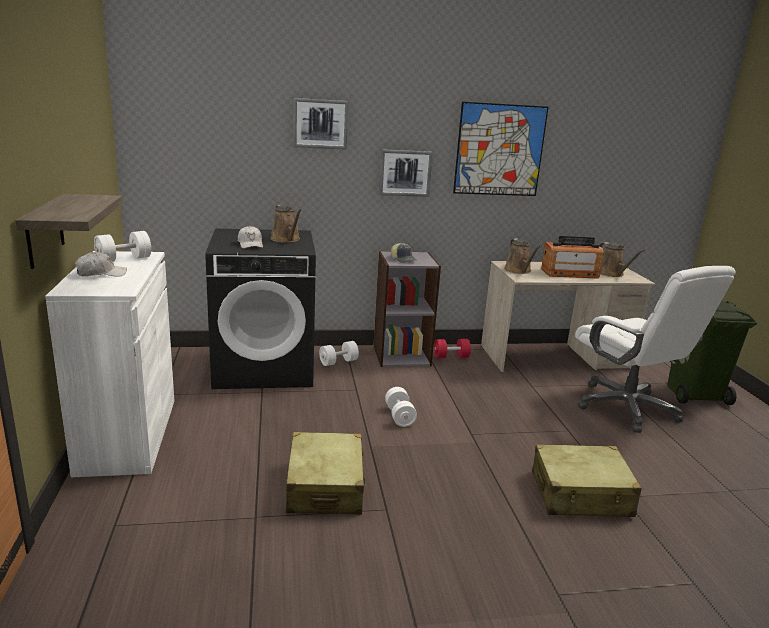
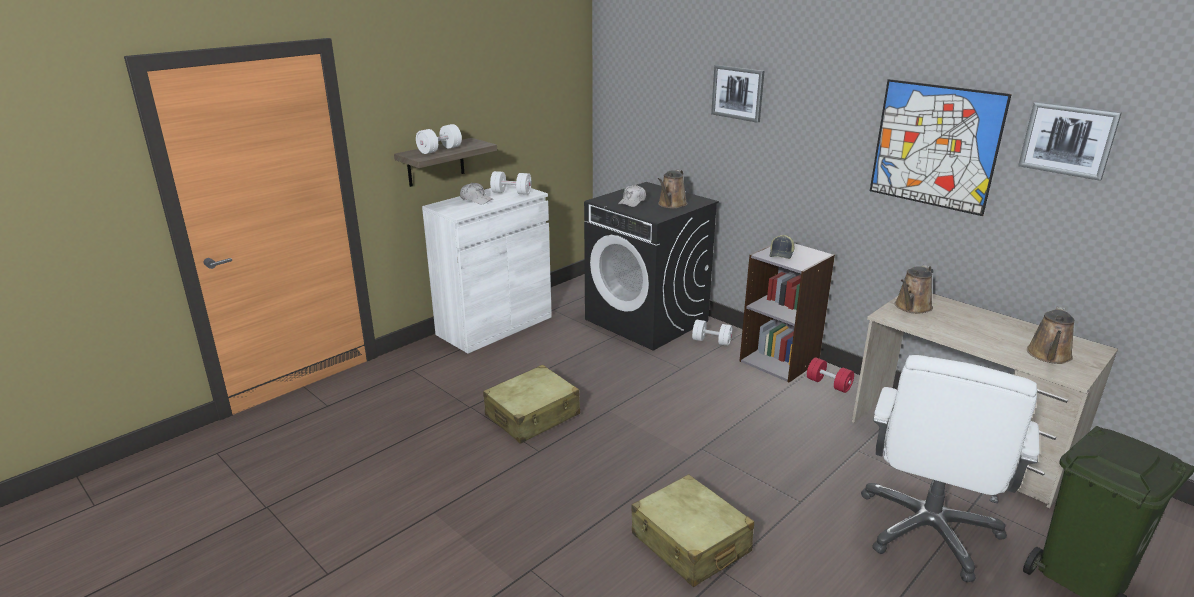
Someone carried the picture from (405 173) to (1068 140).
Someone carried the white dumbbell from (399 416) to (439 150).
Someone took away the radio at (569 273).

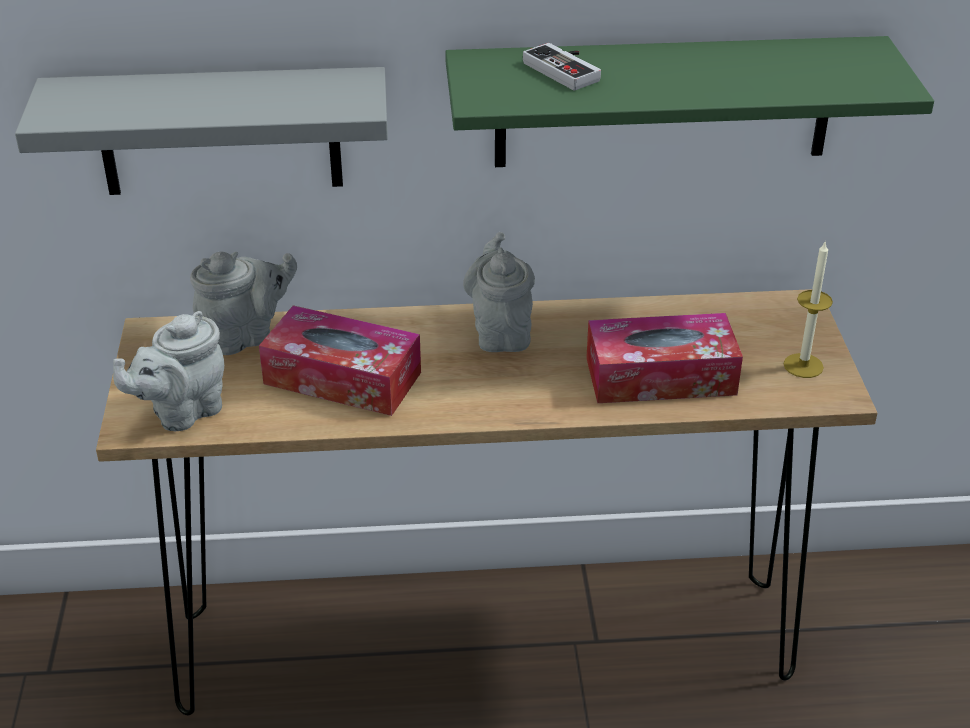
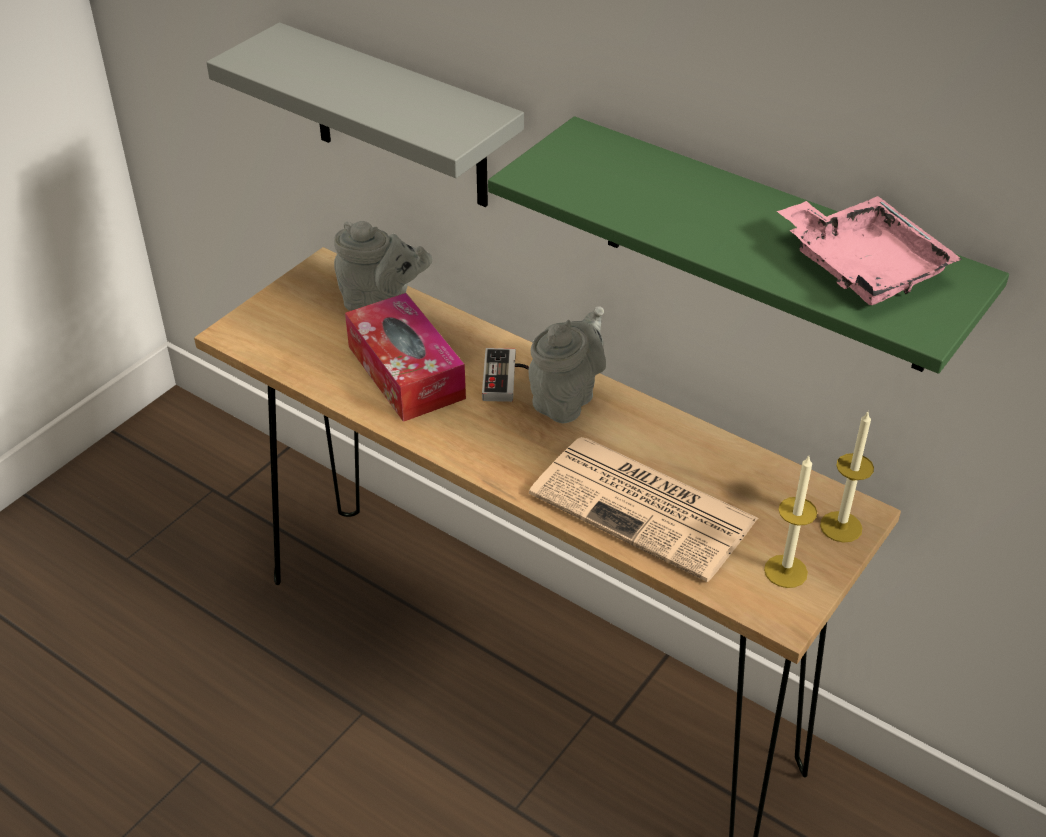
Someone took away the grey teapot at (182 412).
Someone carried the game controller from (567 69) to (506 378).
Someone swapped the tissue box at (660 376) for the newspaper at (646 508).
Someone put down the pink tray at (862 266).
Someone put down the candle at (841 527).

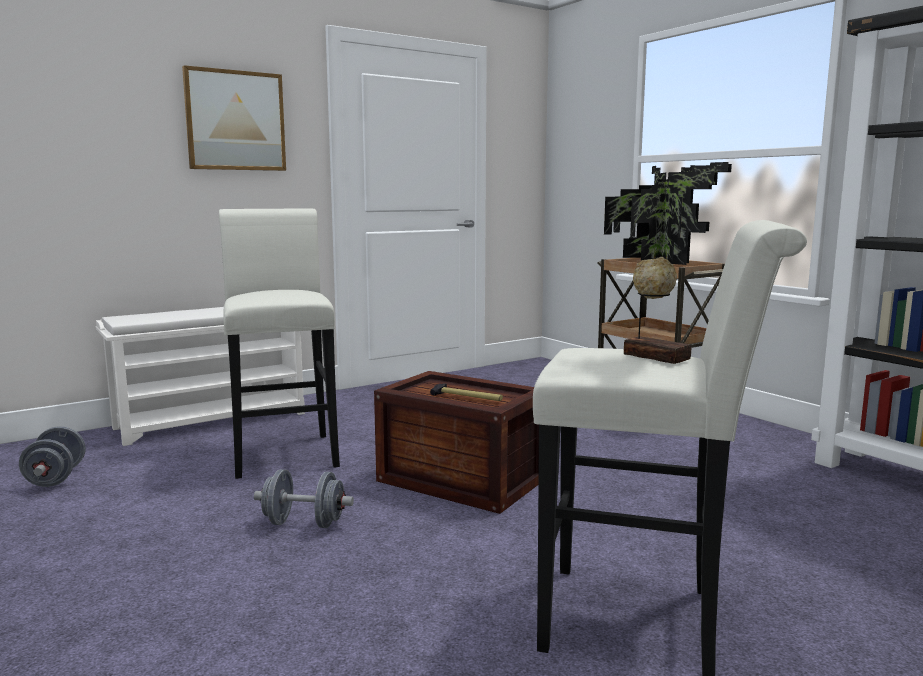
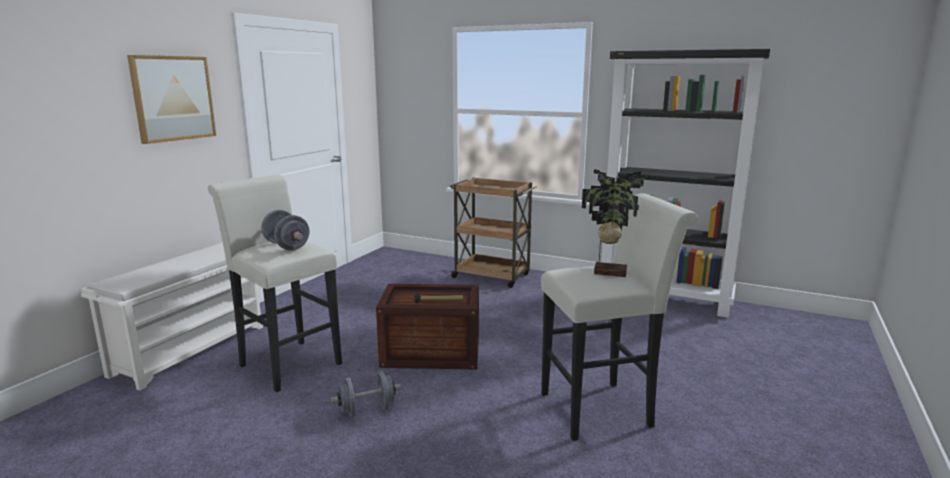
Someone carried the grey dumbbell from (56 478) to (287 246).

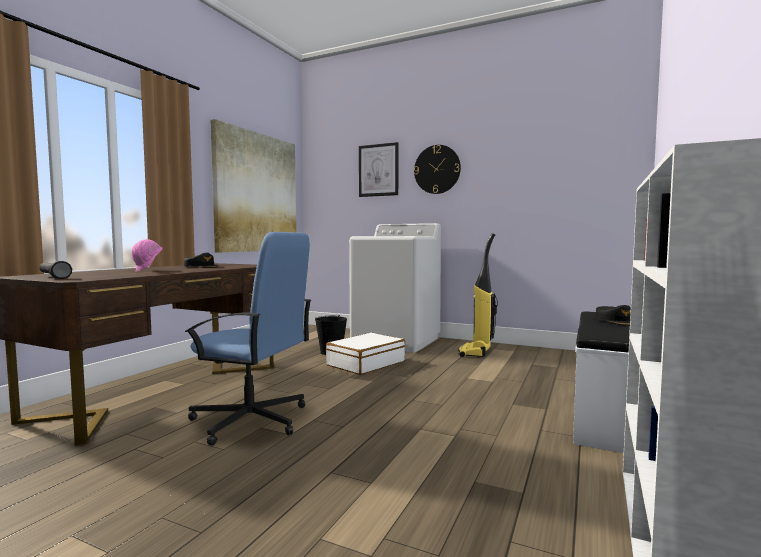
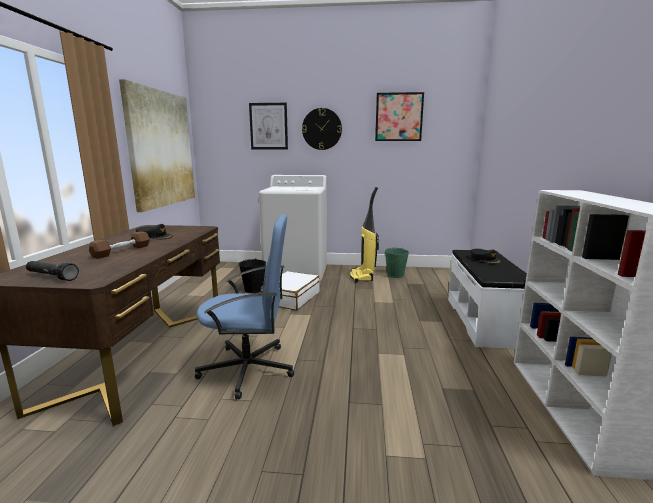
Someone swapped the pink hard hat at (149 271) for the brown dumbbell at (122 251).
Someone put up the picture at (398 117).
Someone put down the green bucket at (395 275).

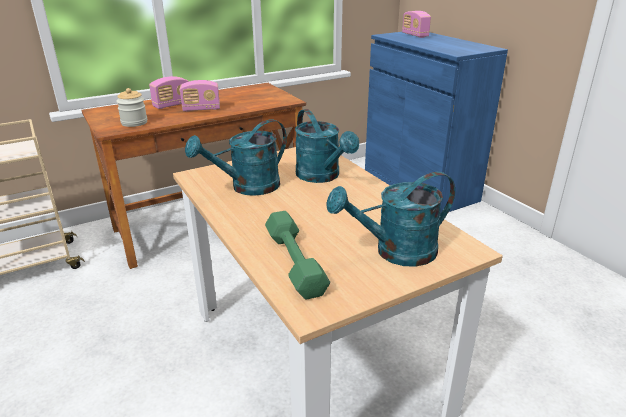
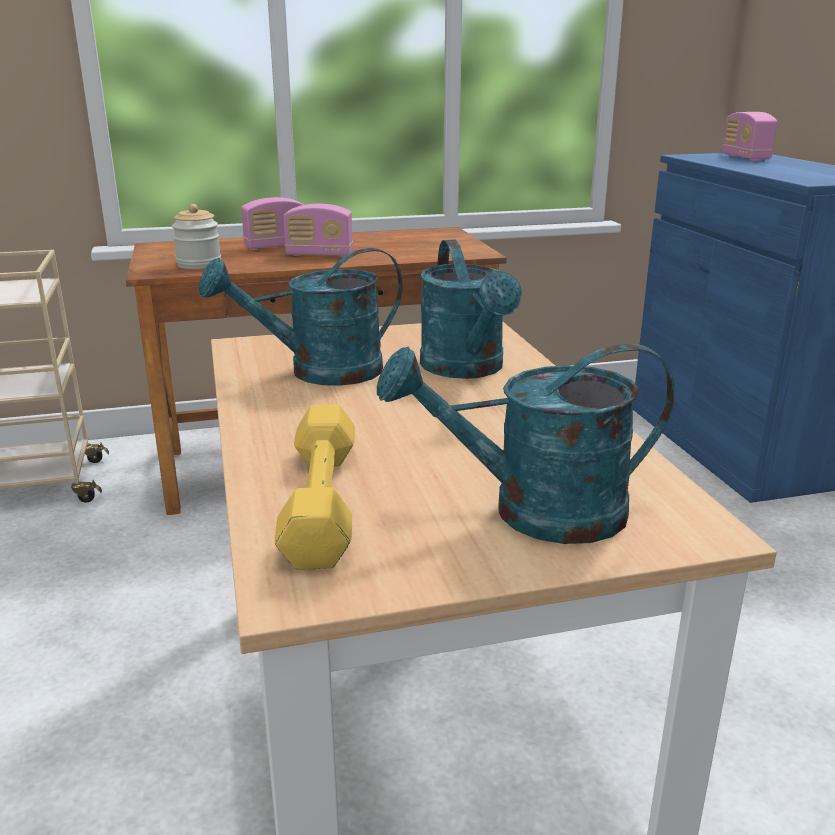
Someone repainted the green dumbbell at (294 262), which became the yellow dumbbell at (320 500).

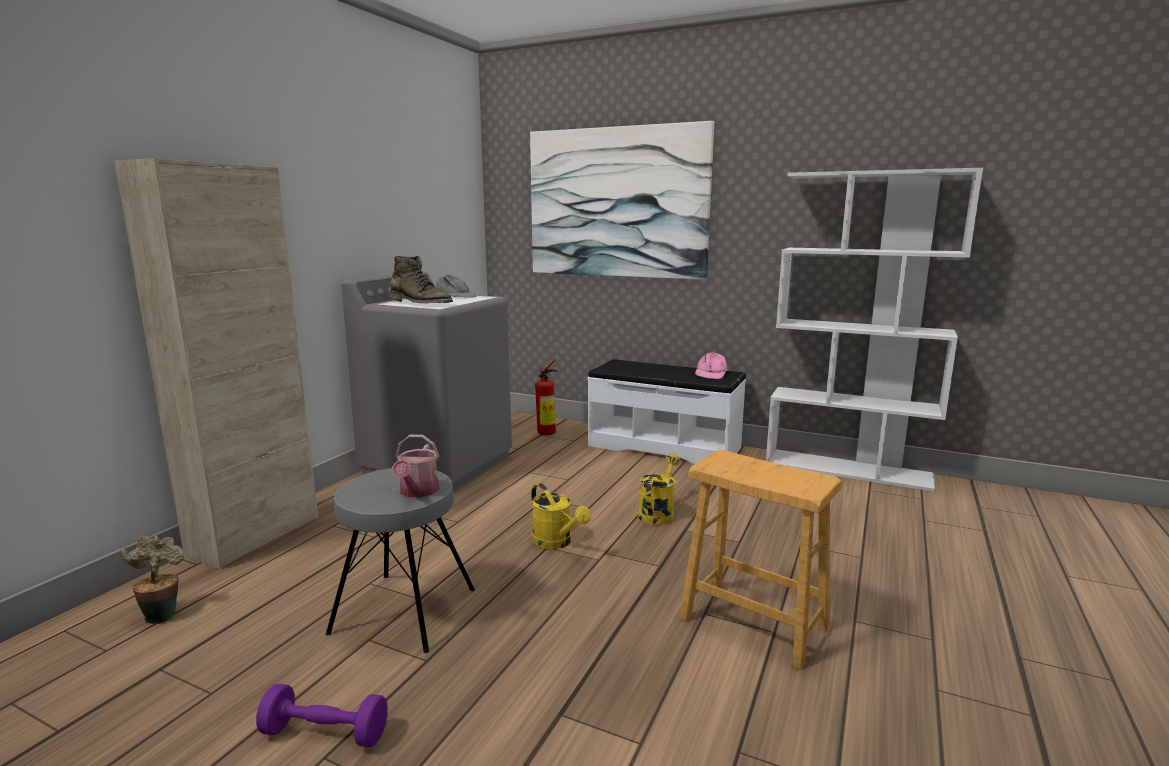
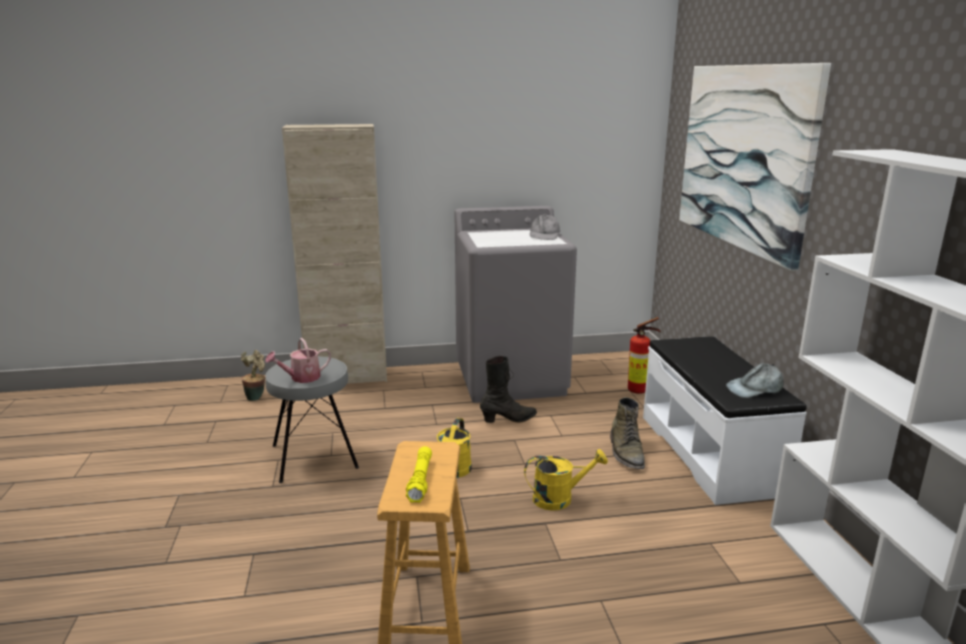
Someone took away the purple dumbbell at (325 733).
Someone carried the green boot from (420 303) to (626 452).
Someone repainted the pink cap at (711 373), which became the grey cap at (755 388).
Someone put down the yellow flashlight at (420 480).
Someone put down the black boot at (509 420).

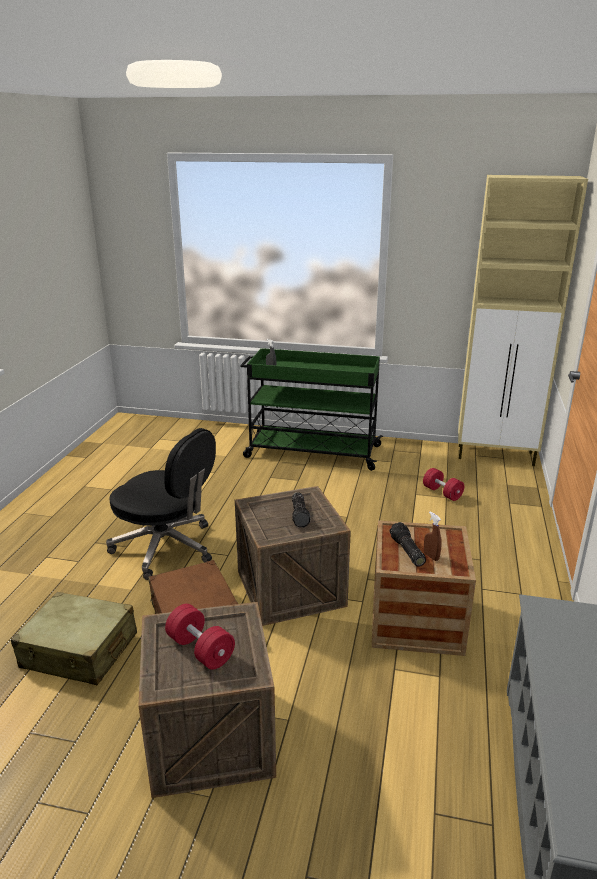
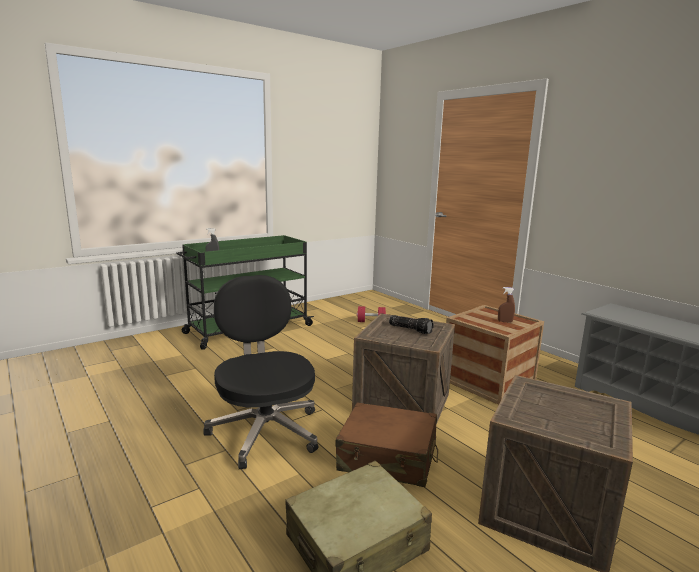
Someone rotated the black office chair at (166 548) by 90 degrees counterclockwise.
Someone took away the red dumbbell at (200 649).
Someone took away the flashlight at (406 551).
Someone took away the beige cabinet at (496 456).

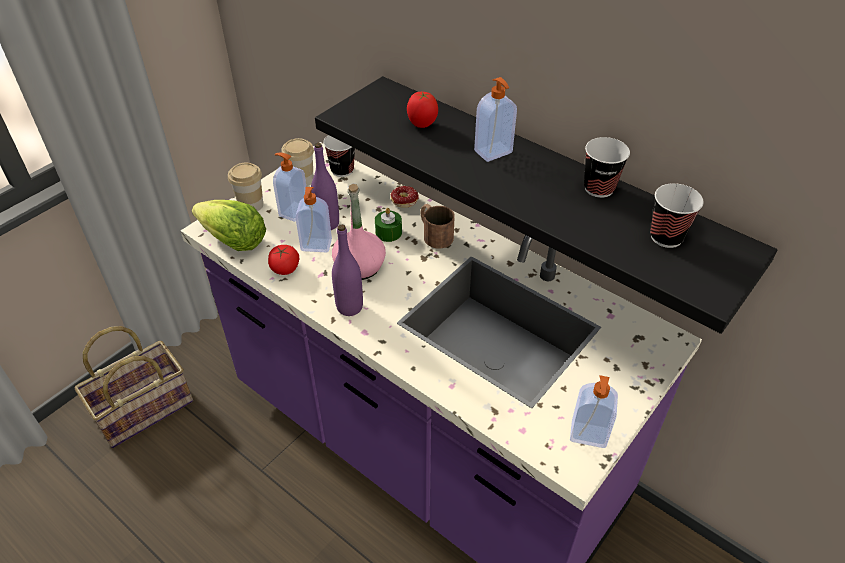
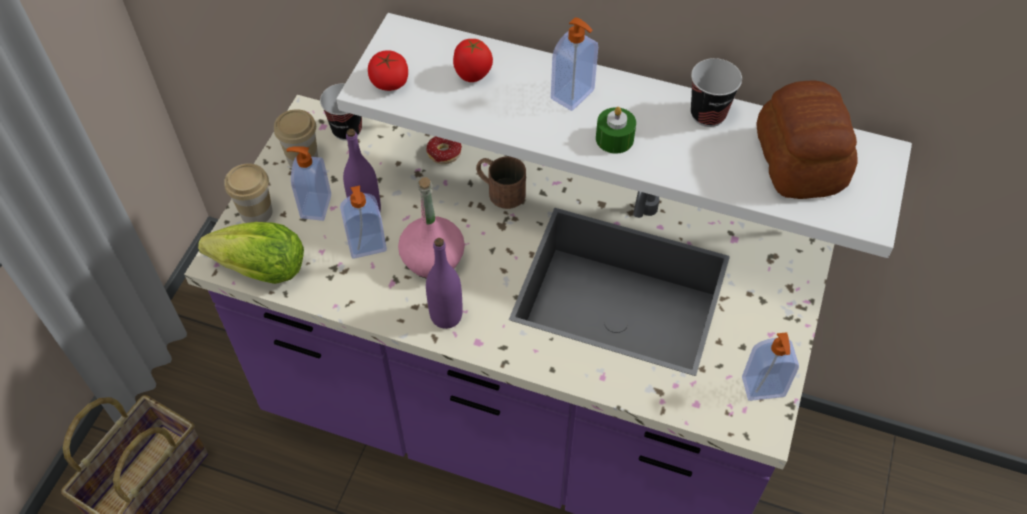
Someone carried the tomato from (285 268) to (389 81).
Someone repainted the black shelf at (547 185), which became the white shelf at (632 109).
Someone carried the green candle from (388 232) to (614 138).
Someone swapped the cup at (666 237) for the bread at (800 160).

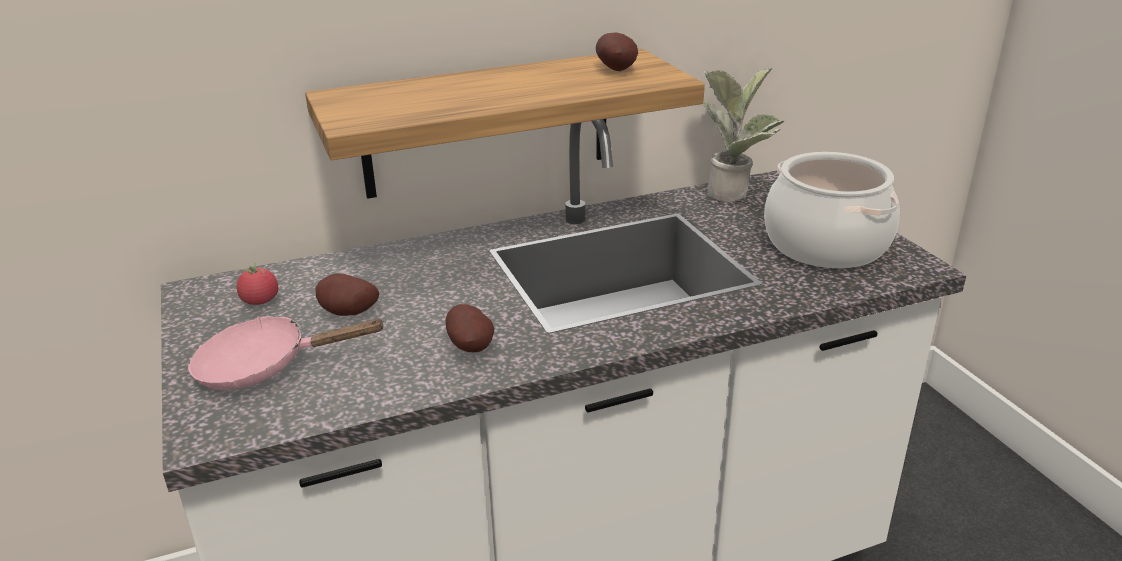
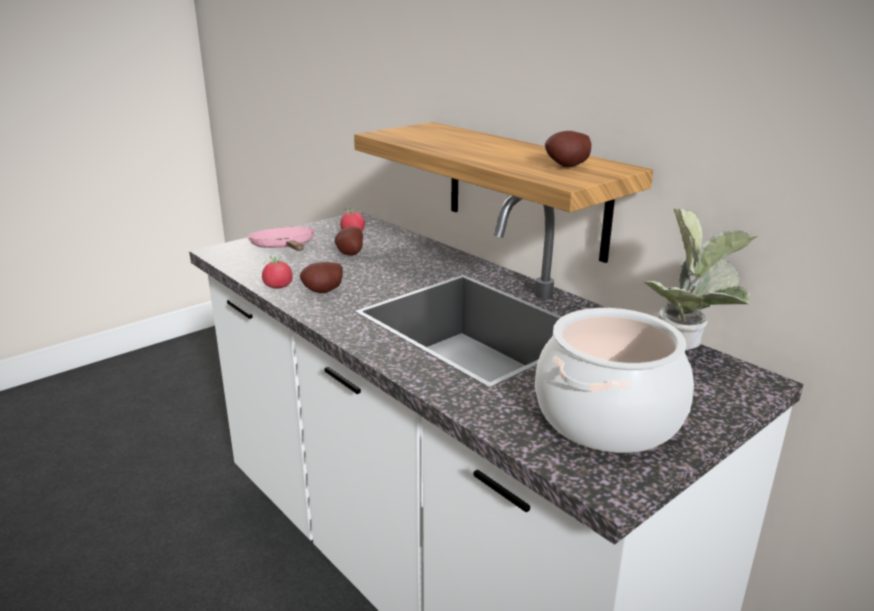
Someone put down the tomato at (278 287).

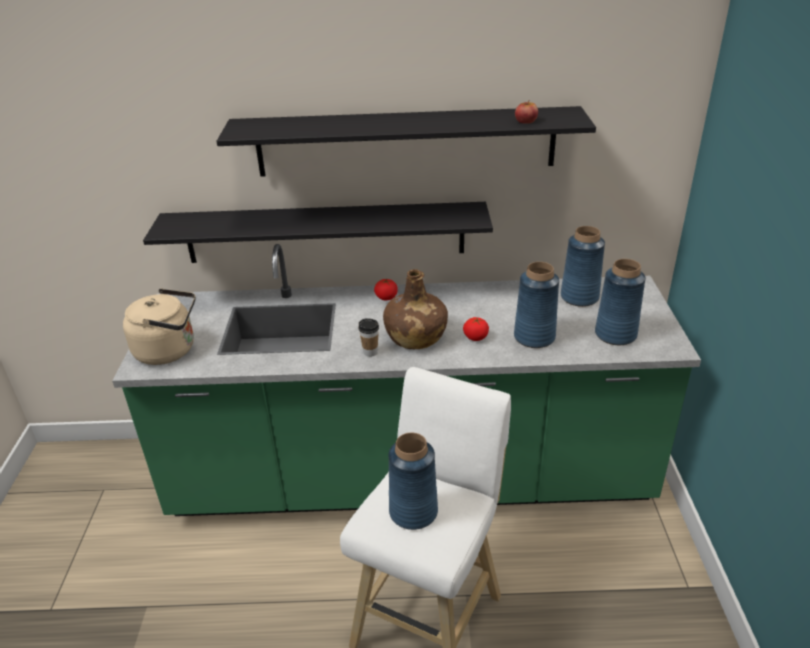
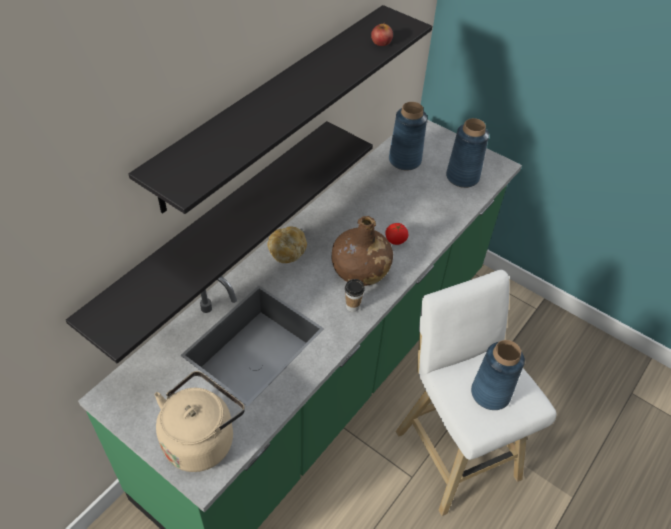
Someone swapped the tomato at (386 297) for the bread at (287 251).
Someone took away the blue vase at (534 337).

